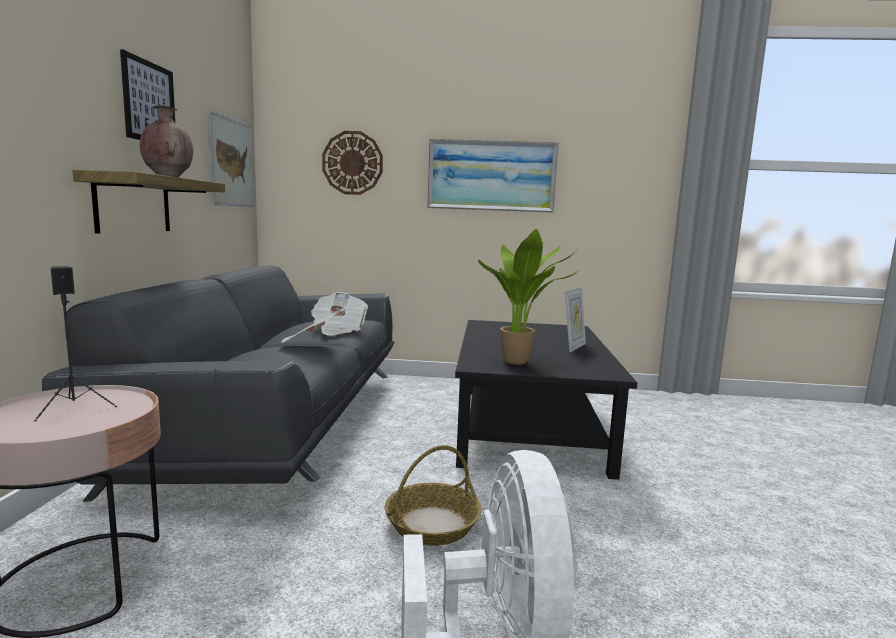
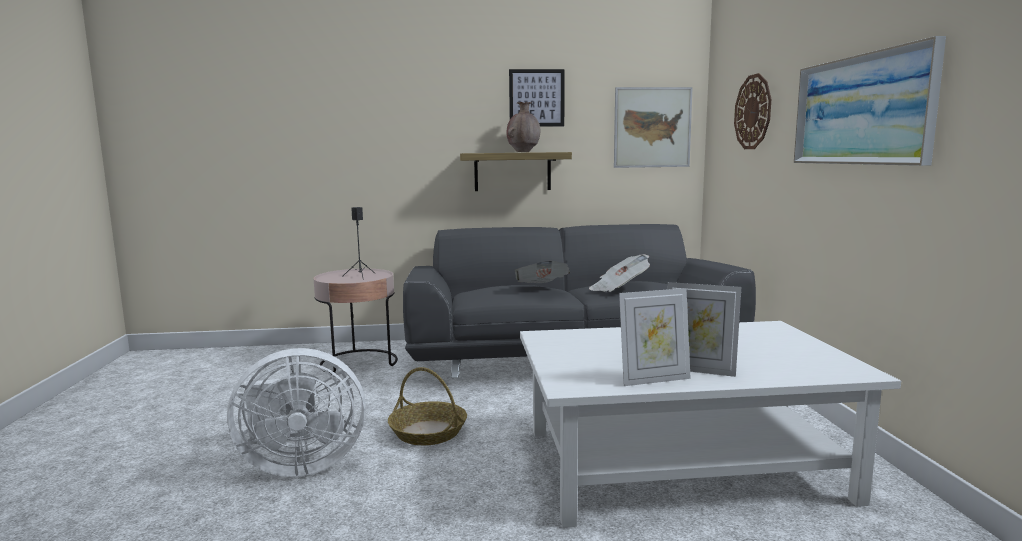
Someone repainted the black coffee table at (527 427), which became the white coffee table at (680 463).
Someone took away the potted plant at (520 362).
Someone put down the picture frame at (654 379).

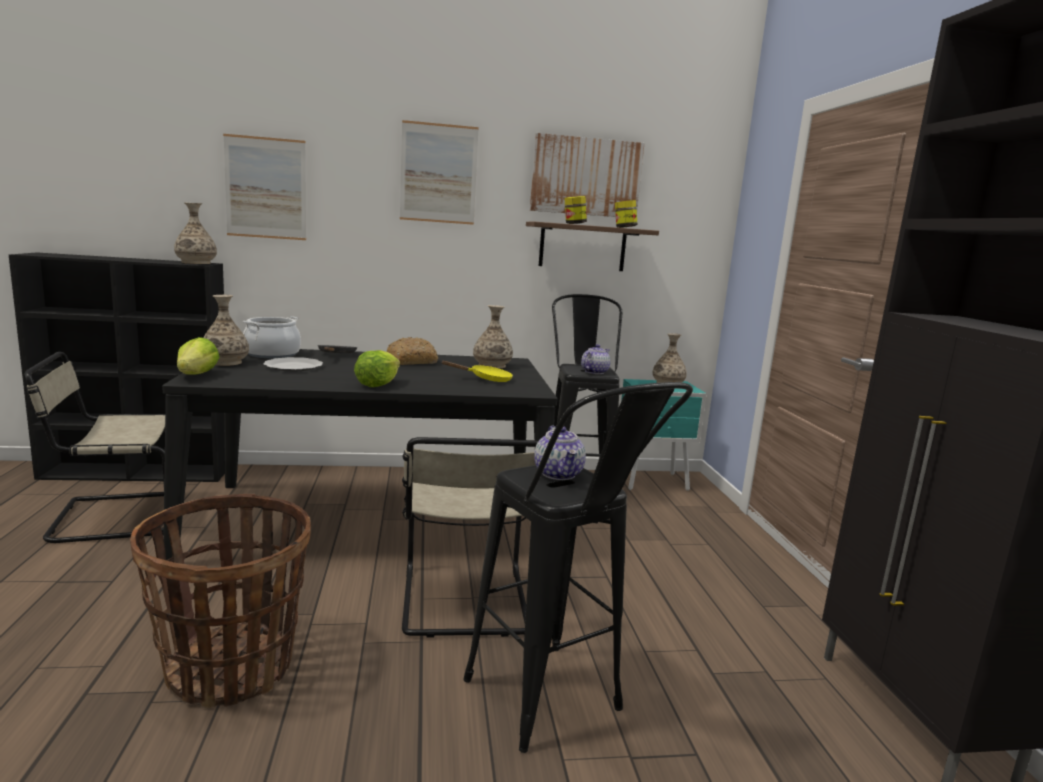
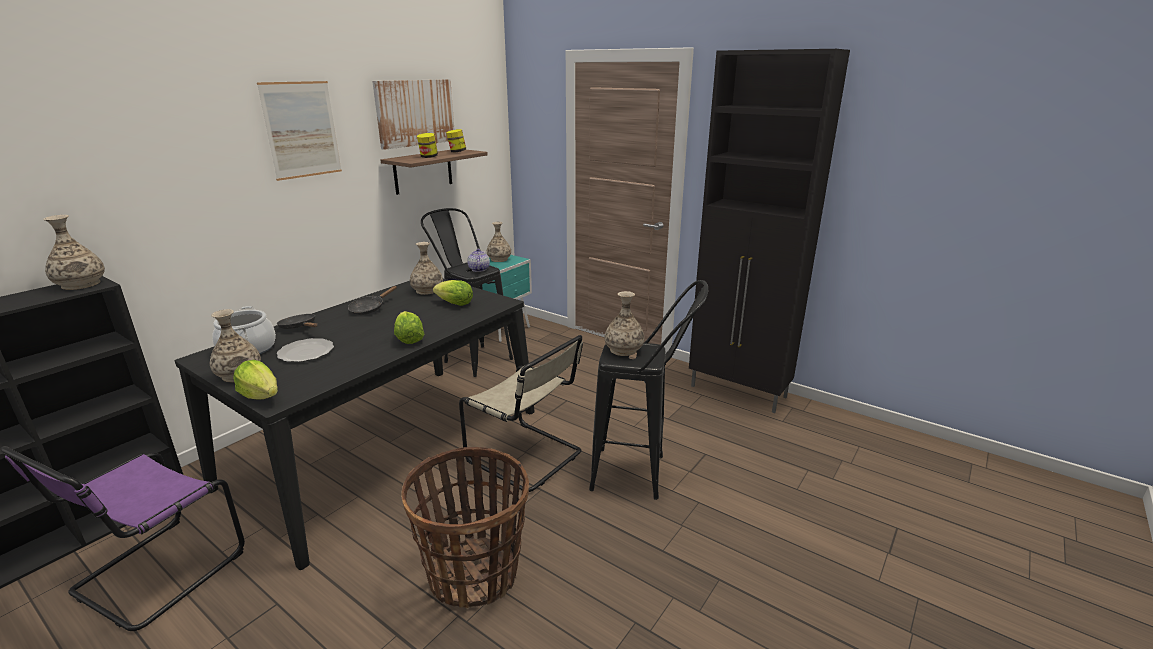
Someone repainted the beige chair at (114 517), which became the purple chair at (154 575).
Someone took away the picture at (266 188).
Someone swapped the bread at (412 361) for the black frying pan at (369 309).
Someone swapped the yellow frying pan at (486 379) for the lettuce at (455 304).
Someone swapped the teapot at (559 474) for the vase at (623 350).

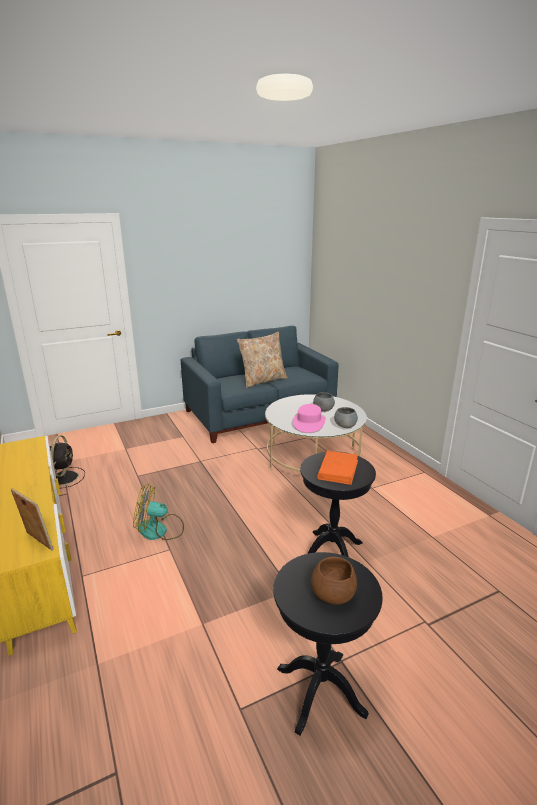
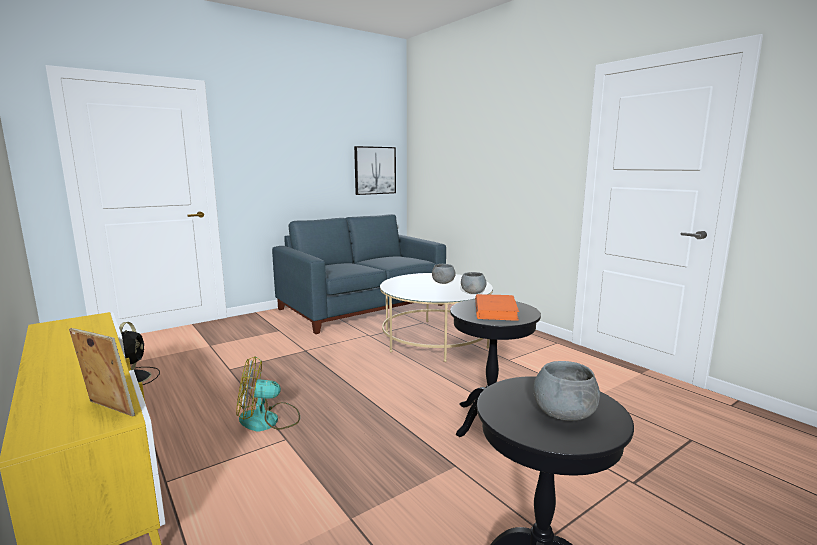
Someone took away the beige pillow at (263 380).
Someone took away the pink hat at (309 423).
Someone repainted the brown bowl at (333 595), which became the grey bowl at (564 414).
Someone put up the picture at (375 170).

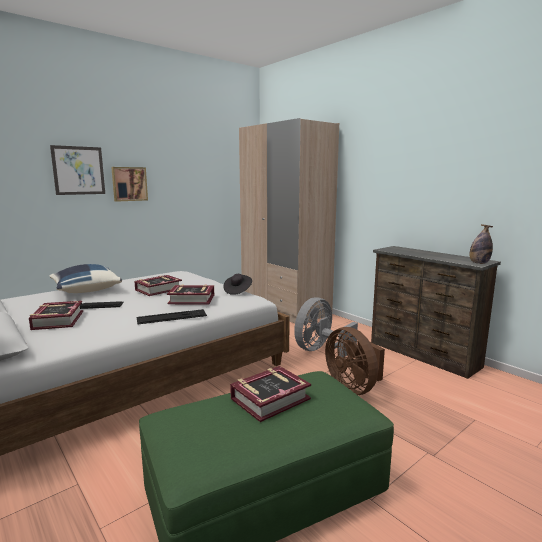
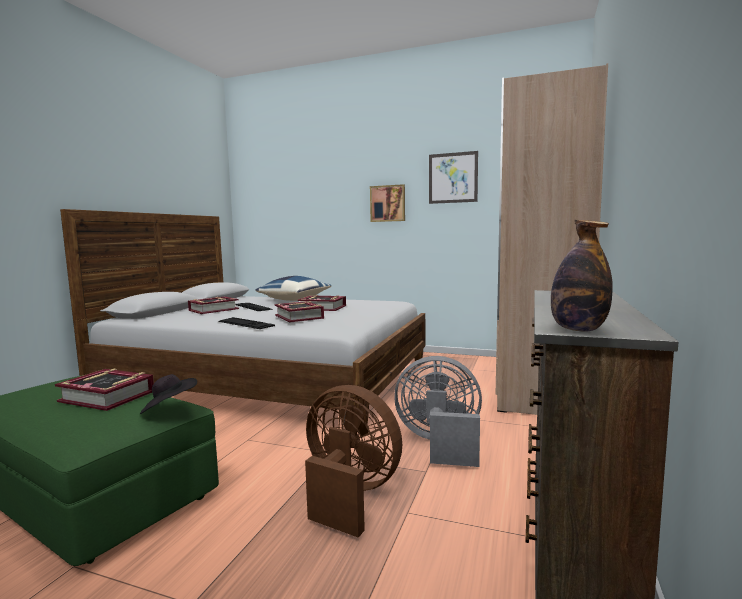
Someone carried the picture from (78 170) to (453 178).
Someone carried the black hat from (237 291) to (169 409).
Someone rotated the brown fan at (353 388) by 90 degrees clockwise.

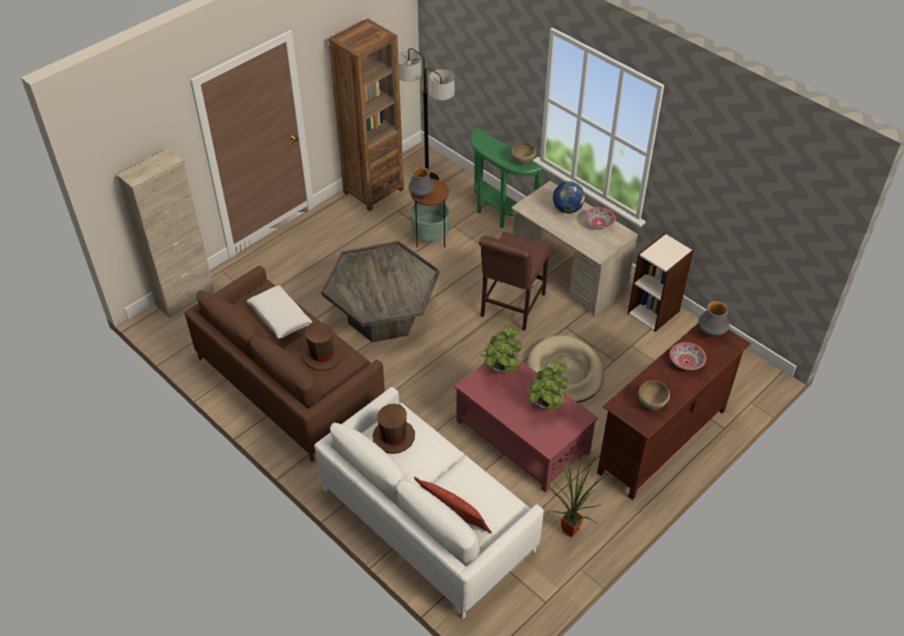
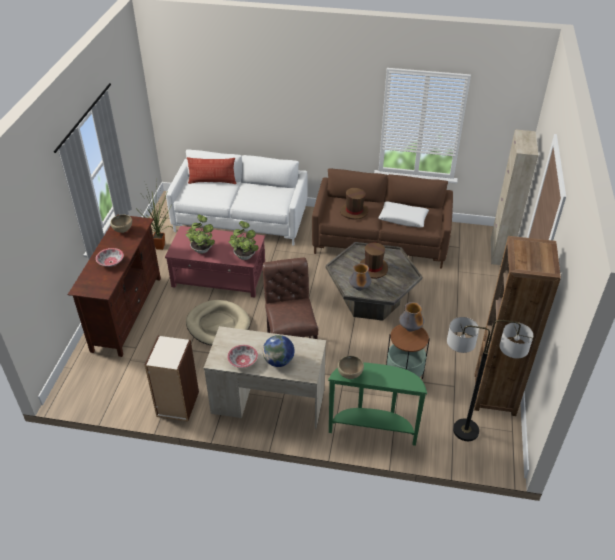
Someone carried the brown hat from (393 437) to (373 268).
Someone carried the vase from (711 333) to (359 288).

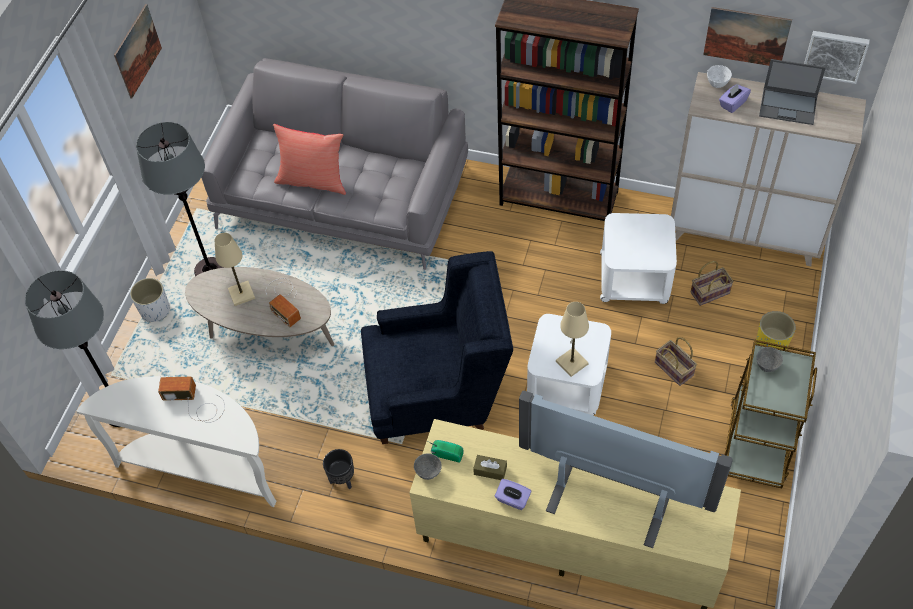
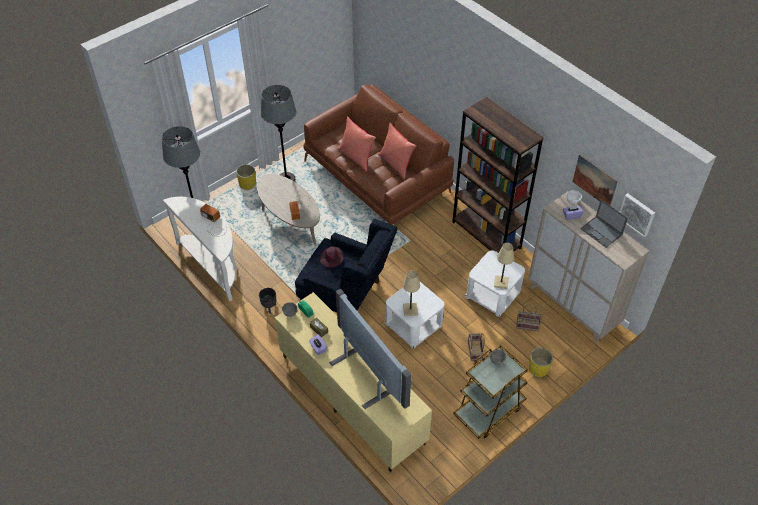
Someone took away the picture at (137 51).
Someone repainted the white planter at (155 310), which became the yellow planter at (247 184).
Someone repainted the grey sofa at (344 196), which became the brown sofa at (377 177).
Someone carried the beige table lamp from (241 294) to (501 282).
Someone put down the purple hat at (332 258).
Someone put down the red pillow at (396 164).

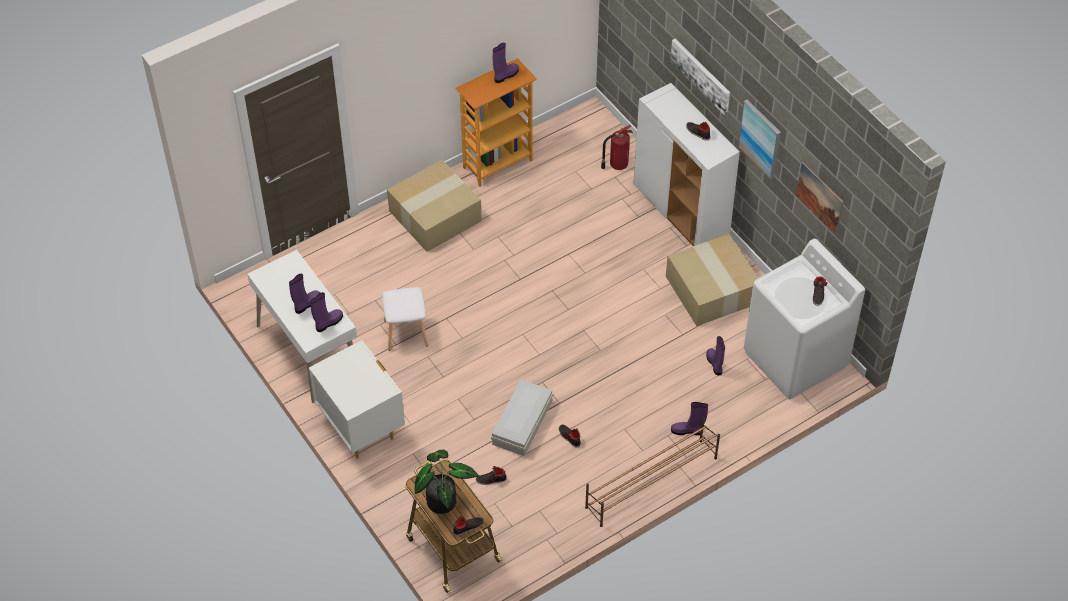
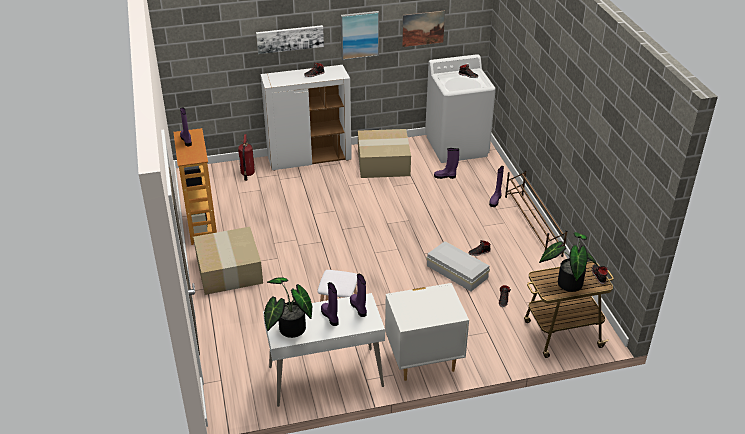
Someone put down the potted plant at (289 329).

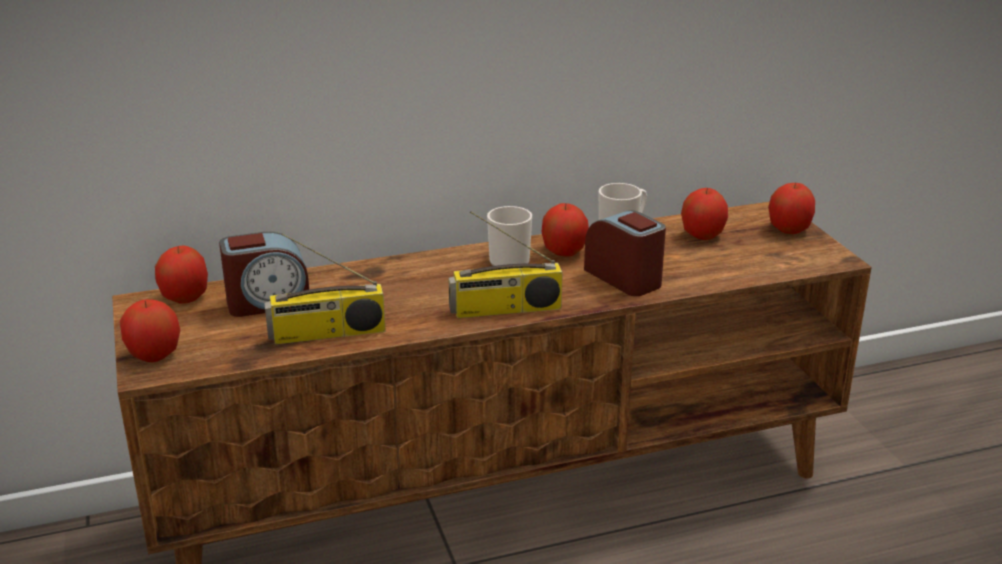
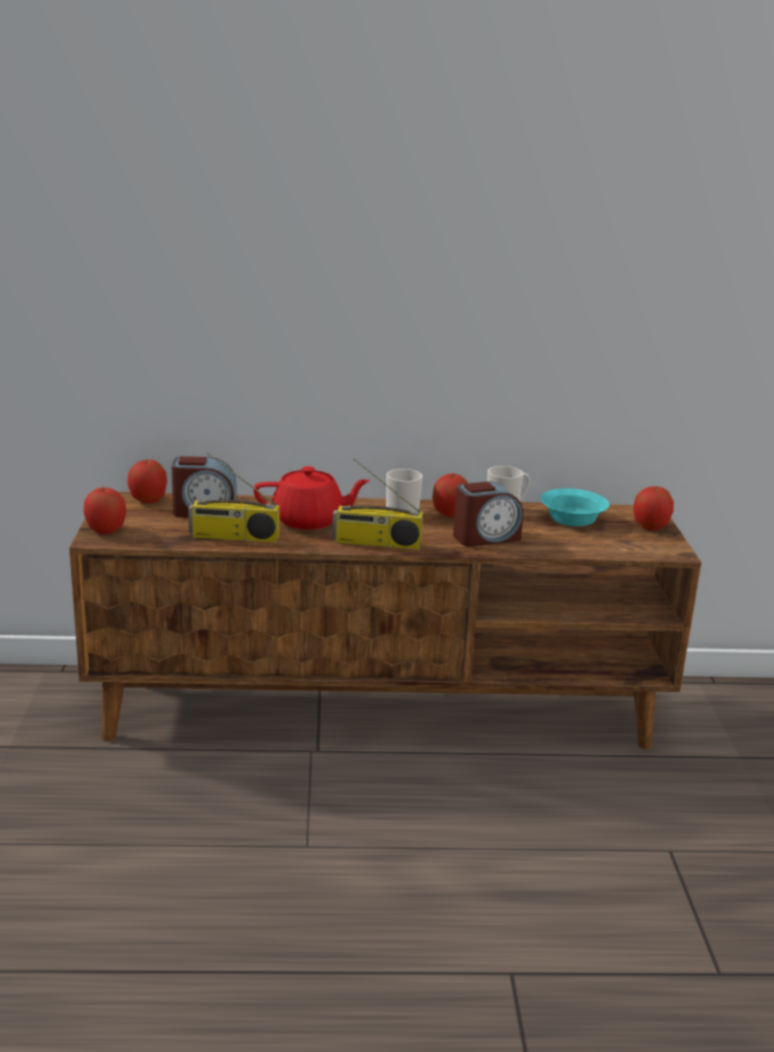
Someone rotated the alarm clock at (624 278) by 90 degrees clockwise.
Someone swapped the apple at (702 235) for the turquoise bowl at (573 520).
Someone put down the red teapot at (309 520).

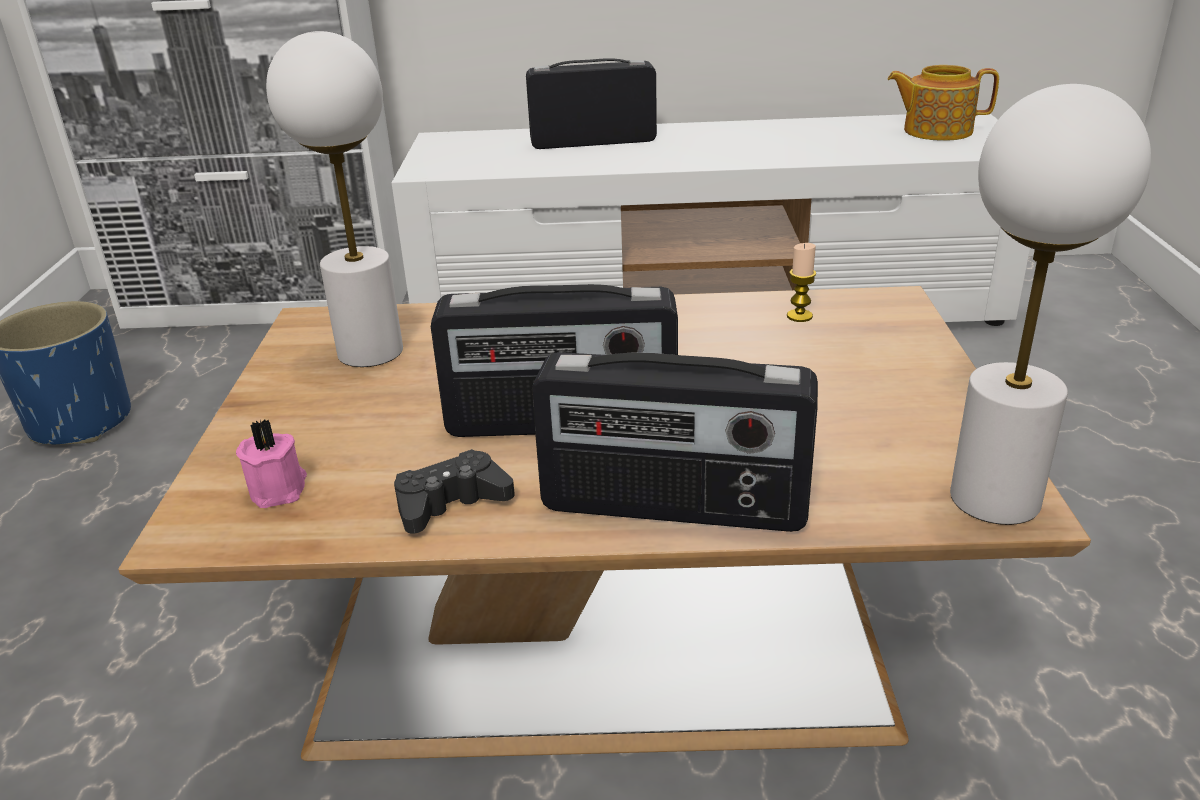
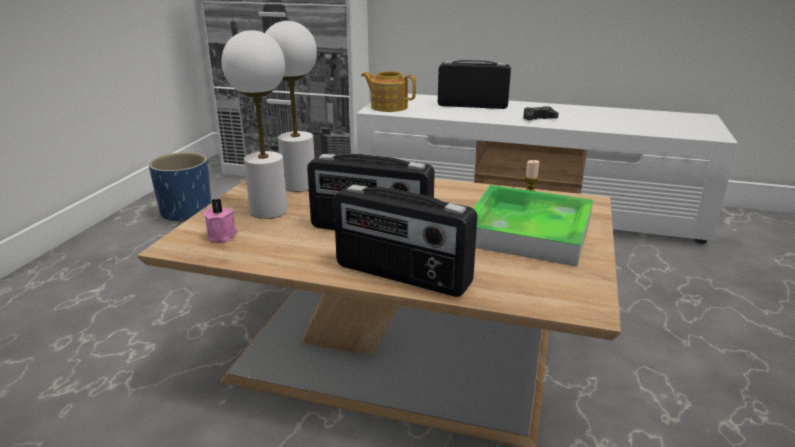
Someone carried the black game controller from (451 503) to (538 118).
Someone carried the teapot from (936 131) to (388 107).
Someone carried the white table lamp from (993 499) to (268 211).
Someone put down the tray at (528 231).

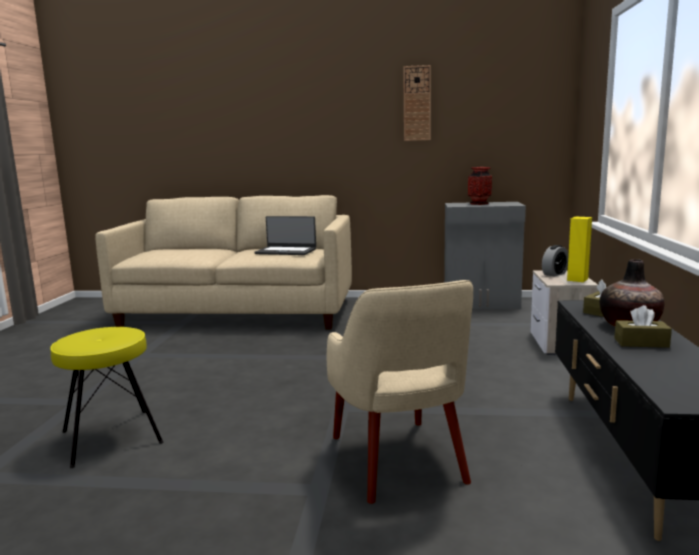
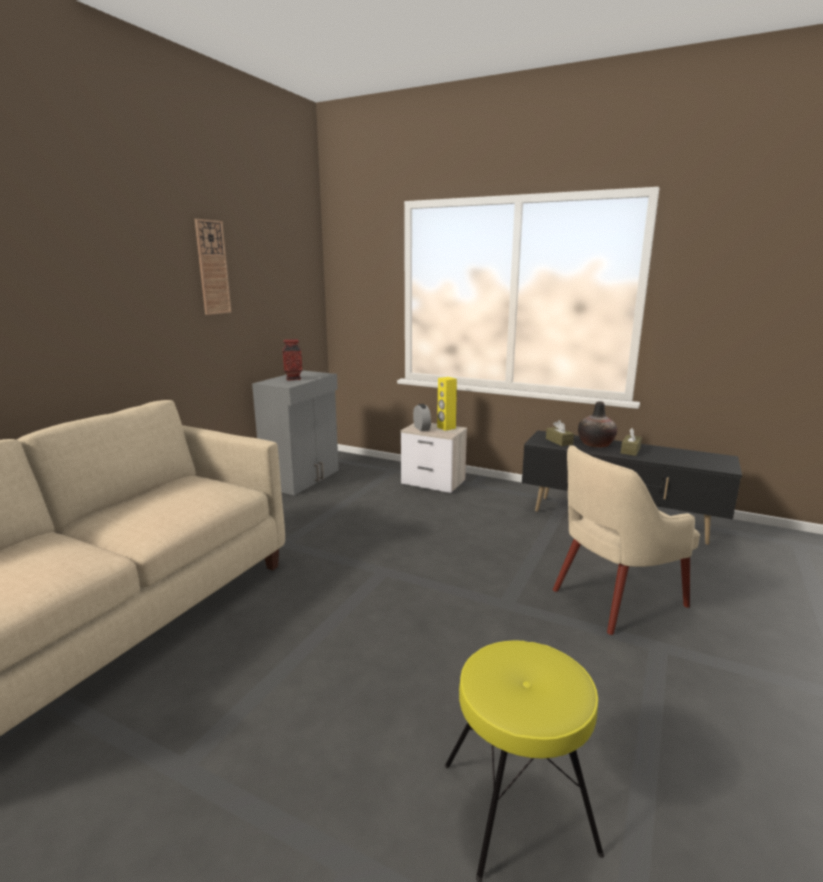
Someone took away the laptop at (286 251).
Someone rotated the beige armchair at (398 461) by 150 degrees clockwise.

